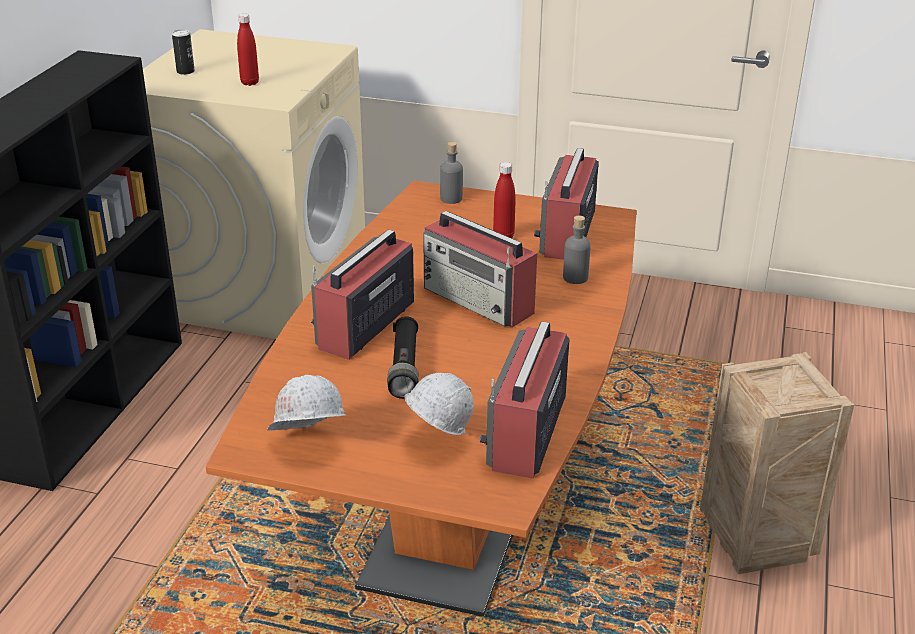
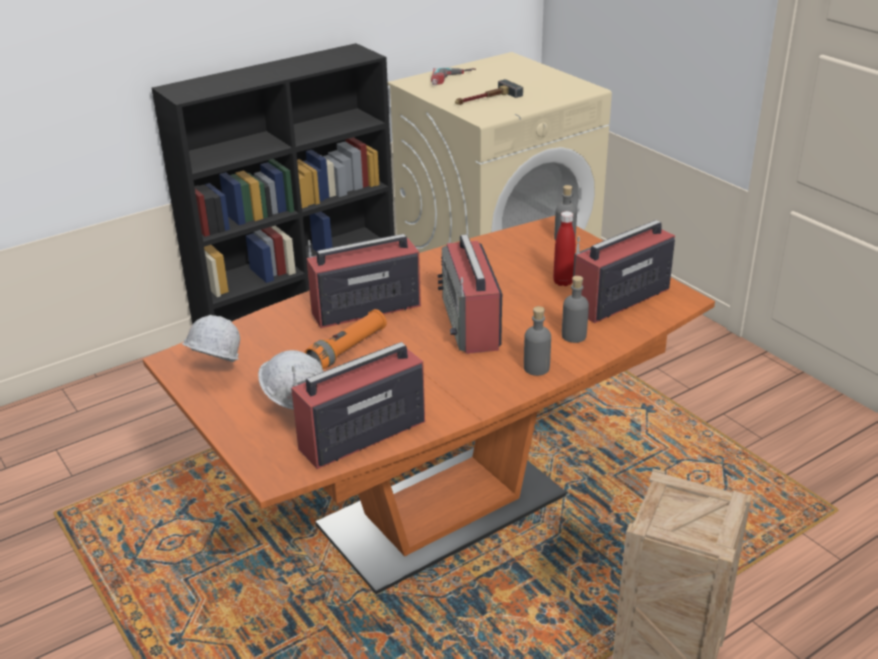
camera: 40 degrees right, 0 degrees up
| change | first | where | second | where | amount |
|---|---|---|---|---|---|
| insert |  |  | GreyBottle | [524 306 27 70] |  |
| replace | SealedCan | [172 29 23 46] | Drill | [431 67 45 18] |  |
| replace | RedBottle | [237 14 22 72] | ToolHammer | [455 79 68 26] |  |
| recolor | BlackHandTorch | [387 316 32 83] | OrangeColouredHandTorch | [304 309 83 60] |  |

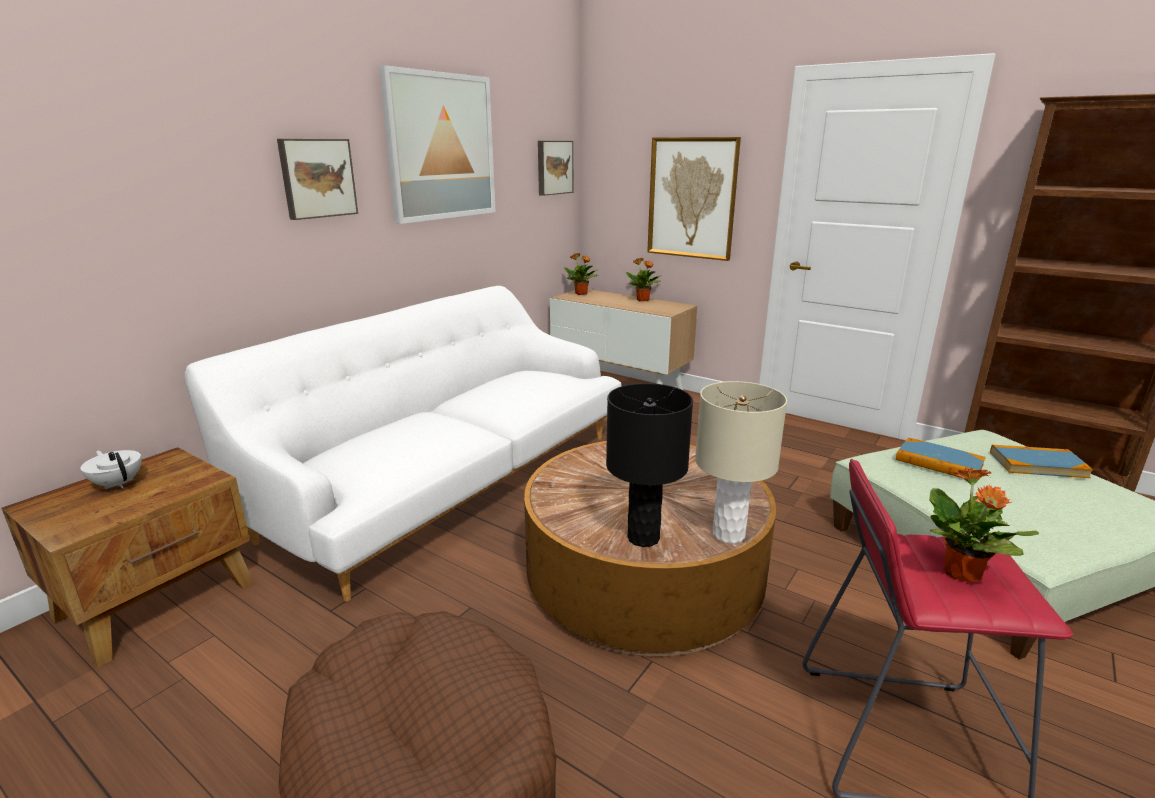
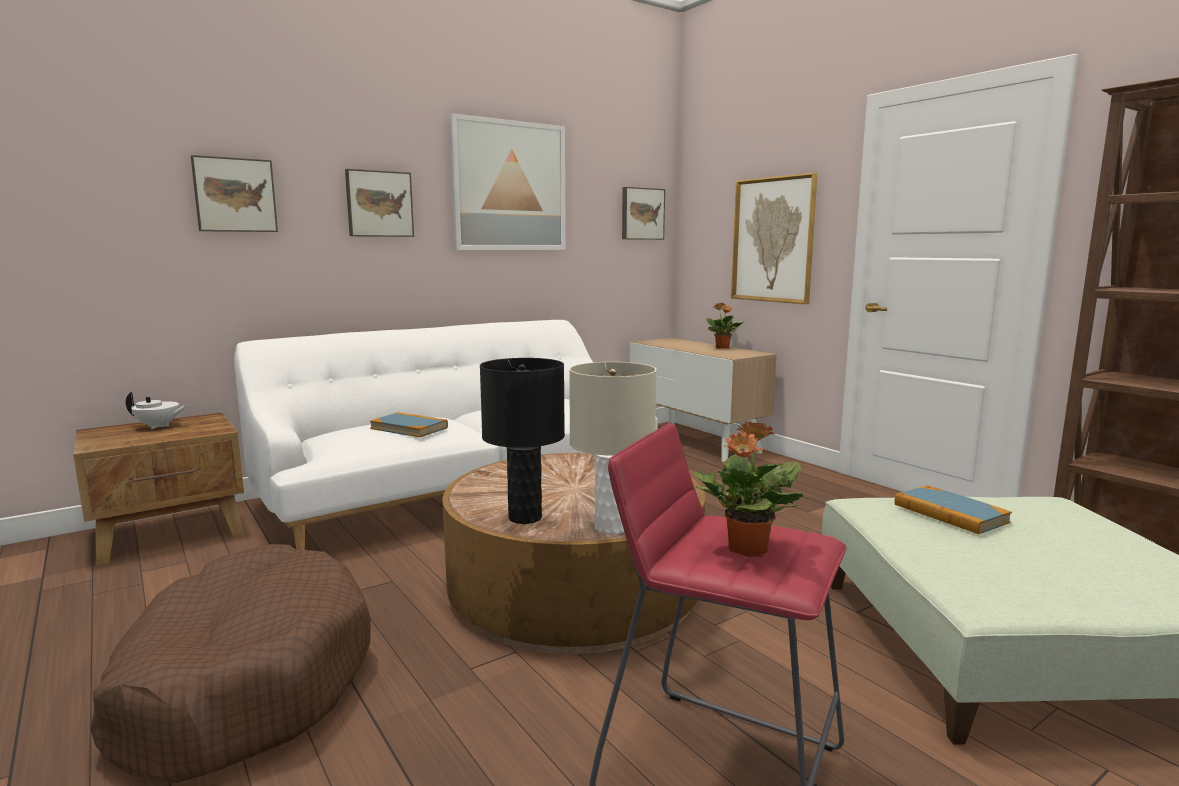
camera: 20 degrees right, 10 degrees down
| change | first | where | second | where | amount |
|---|---|---|---|---|---|
| delete | Houseplant | [564 253 35 42] |  |  |  |
| insert |  |  | WallArt | [191 155 87 77] |  |
| move | Volume | [990 445 103 33] |  | [370 412 78 25] |  |
| rotate | WhiteColouredTeapot | [81 450 60 39] |  | [126 392 62 37] | 120 degrees clockwise |

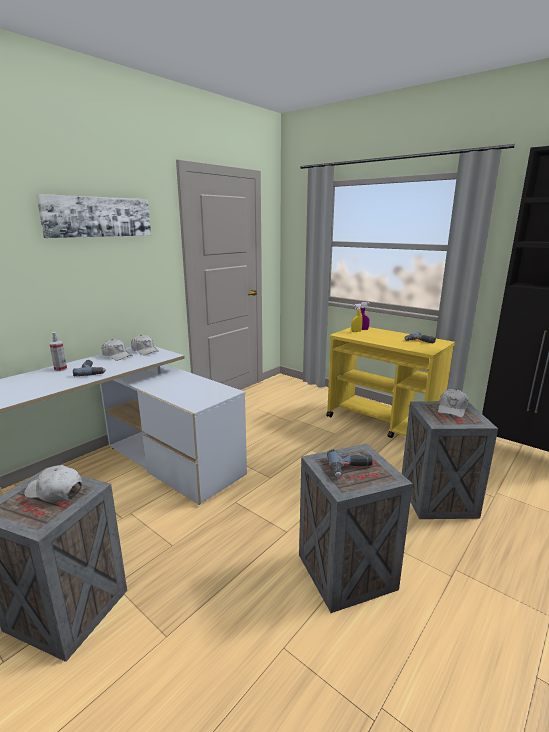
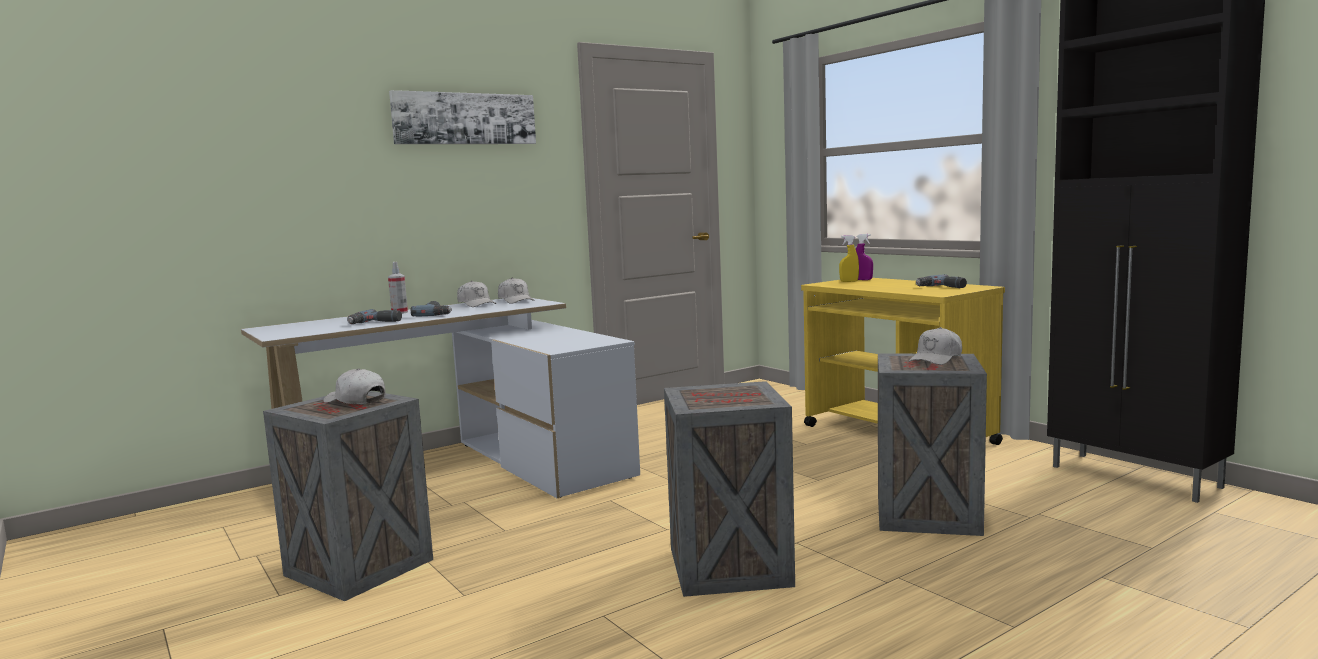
camera: 15 degrees right, 10 degrees down
| change | first | where | second | where | amount |
|---|---|---|---|---|---|
| move | Drill | [327 449 46 29] |  | [347 309 55 15] |  |

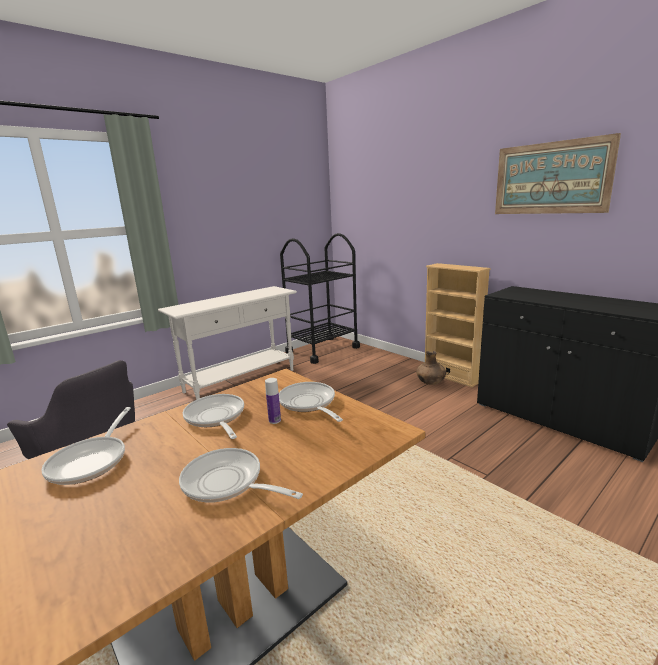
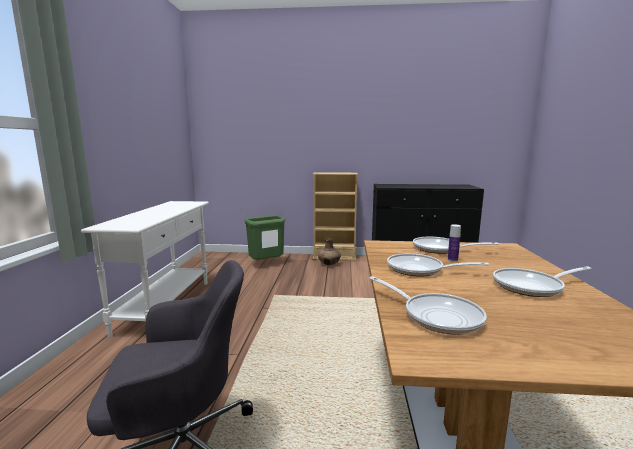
camera: 45 degrees left, 5 degrees down
| change | first | where | second | where | amount |
|---|---|---|---|---|---|
| delete | BlackTrolley | [280 233 80 131] |  |  |  |
| delete | WallArt | [495 133 126 81] |  |  |  |
| insert |  |  | GreenWasteBin | [244 215 42 45] |  |

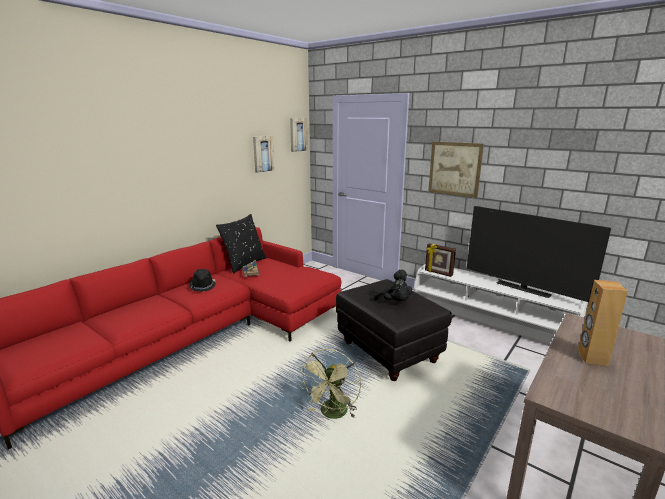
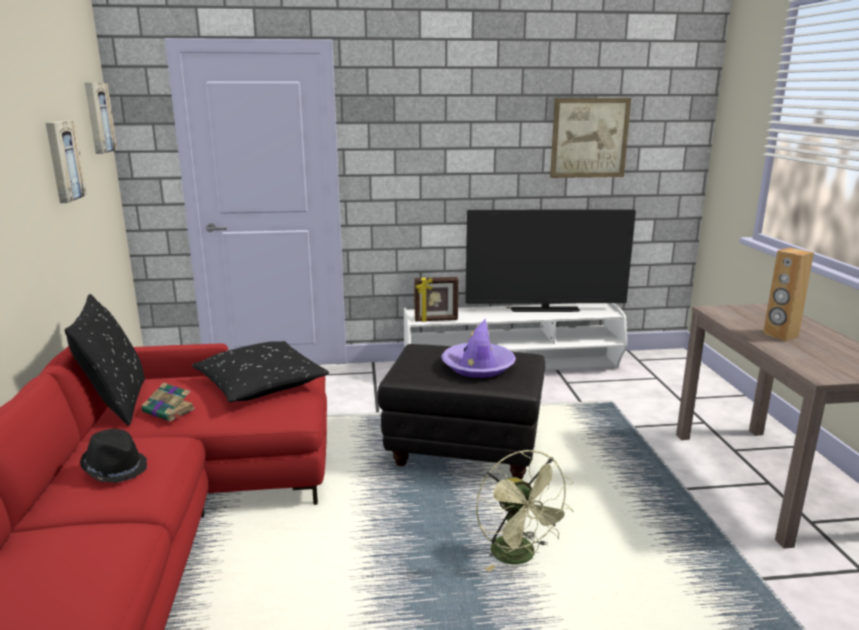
camera: 45 degrees left, 0 degrees up
| change | first | where | second | where | amount |
|---|---|---|---|---|---|
| insert |  |  | BlackThrowPillow | [192 341 137 61] |  |
| move | WallArt | [428 141 56 57] |  | [550 98 81 80] |  |
| replace | BlackCuddlyToy | [374 270 38 31] | PurplishClothingHat | [441 319 75 59] |  |

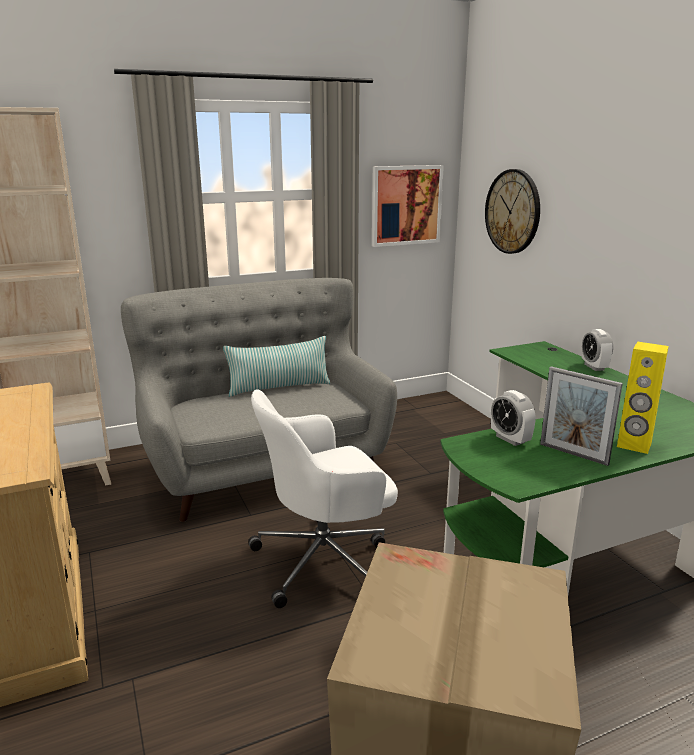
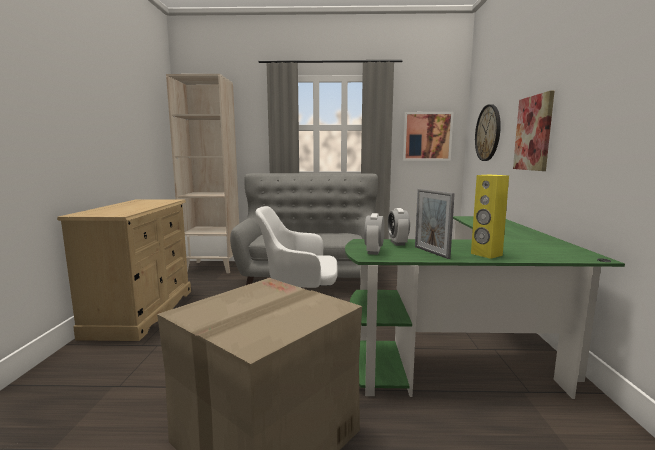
camera: 25 degrees right, 10 degrees down
| change | first | where | second | where | amount |
|---|---|---|---|---|---|
| delete | ThrowPillow | [223 336 107 61] |  |  |  |
| insert |  |  | WallArt | [513 91 41 80] |  |
| move | BedsideClock | [582 329 31 42] |  | [364 213 20 42] |  |

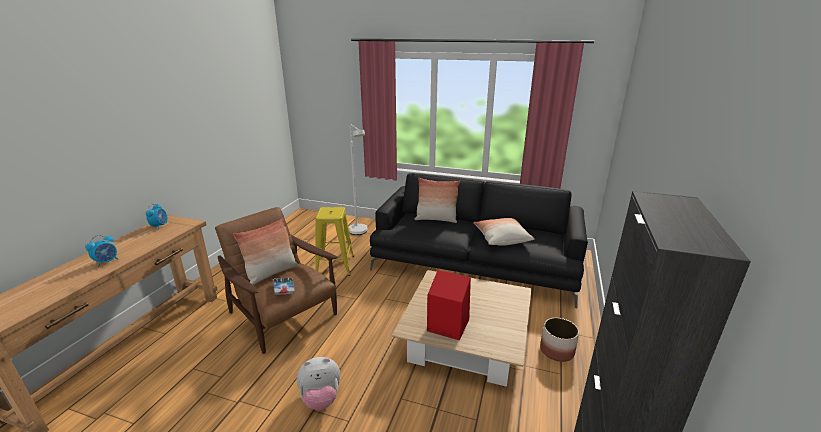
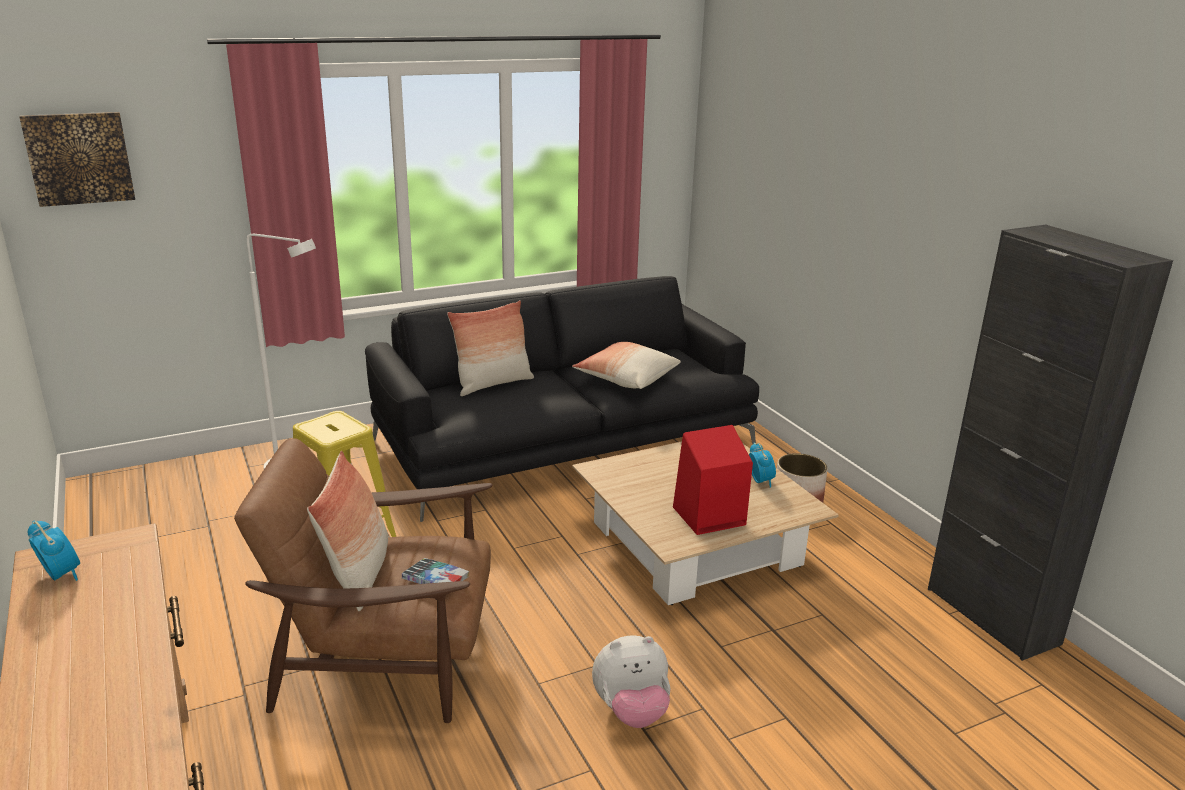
camera: 45 degrees left, 0 degrees up
| change | first | where | second | where | amount |
|---|---|---|---|---|---|
| insert |  |  | WallArt | [20 112 115 95] |  |
| move | BedsideClock | [85 235 33 32] |  | [749 442 27 46] |  |
| rotate | CuddlyToy | [297 357 43 53] |  | [592 635 78 93] | 45 degrees clockwise |

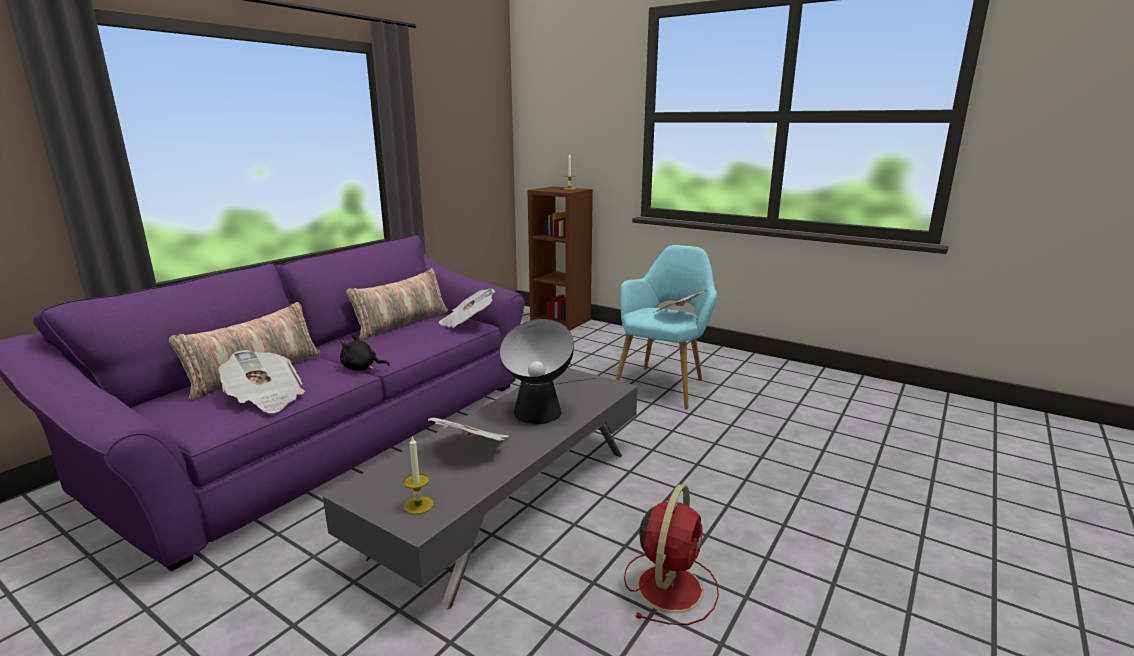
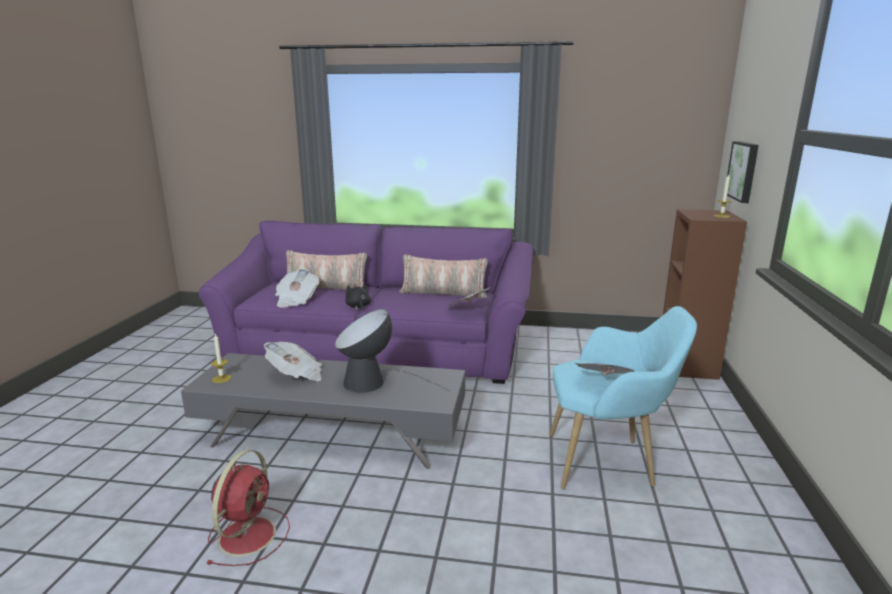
camera: 65 degrees right, 0 degrees up
| change | first | where | second | where | amount |
|---|---|---|---|---|---|
| insert |  |  | WallArt | [727 141 32 62] |  |
| rotate | RedCoolingFan | [624 484 95 141] |  | [206 450 84 116] | 75 degrees counterclockwise |

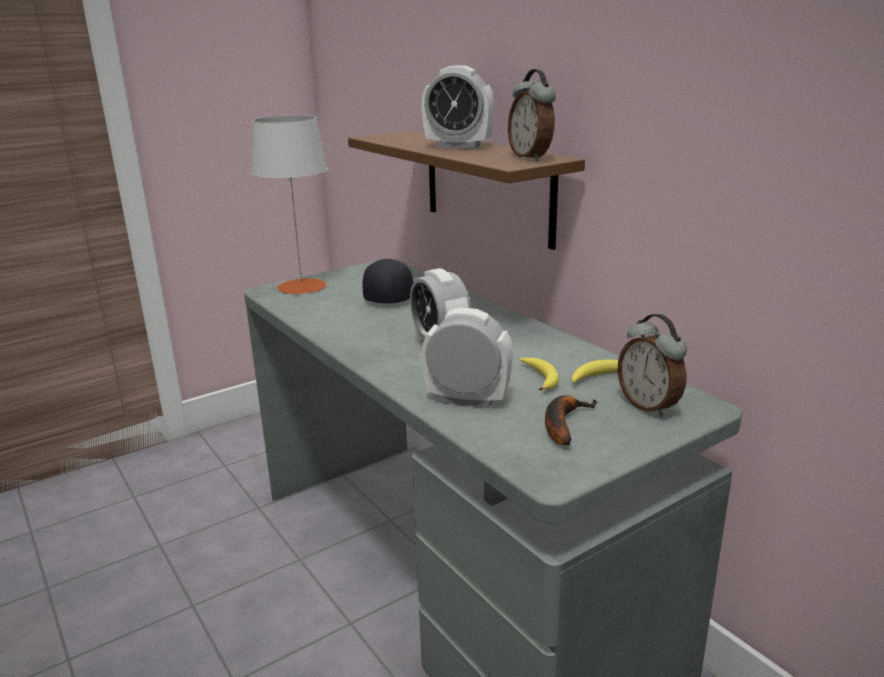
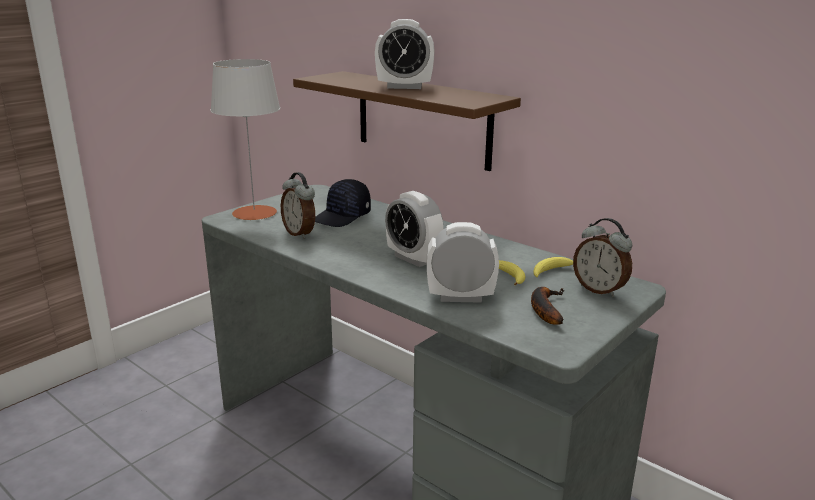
camera: 15 degrees left, 0 degrees up
| change | first | where | second | where | amount |
|---|---|---|---|---|---|
| move | BedsideClock | [508 69 48 92] |  | [281 172 34 67] |  |
| rotate | BlackPeakedCap | [362 259 51 45] |  | [315 179 56 48] | 150 degrees counterclockwise |

